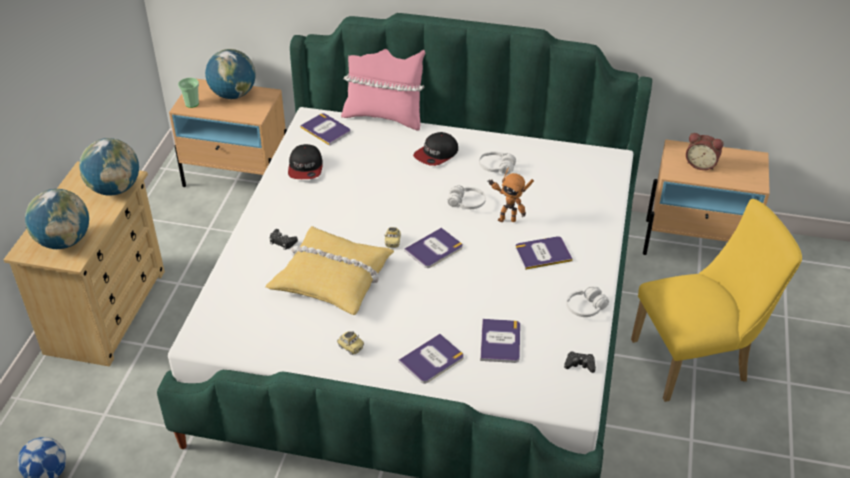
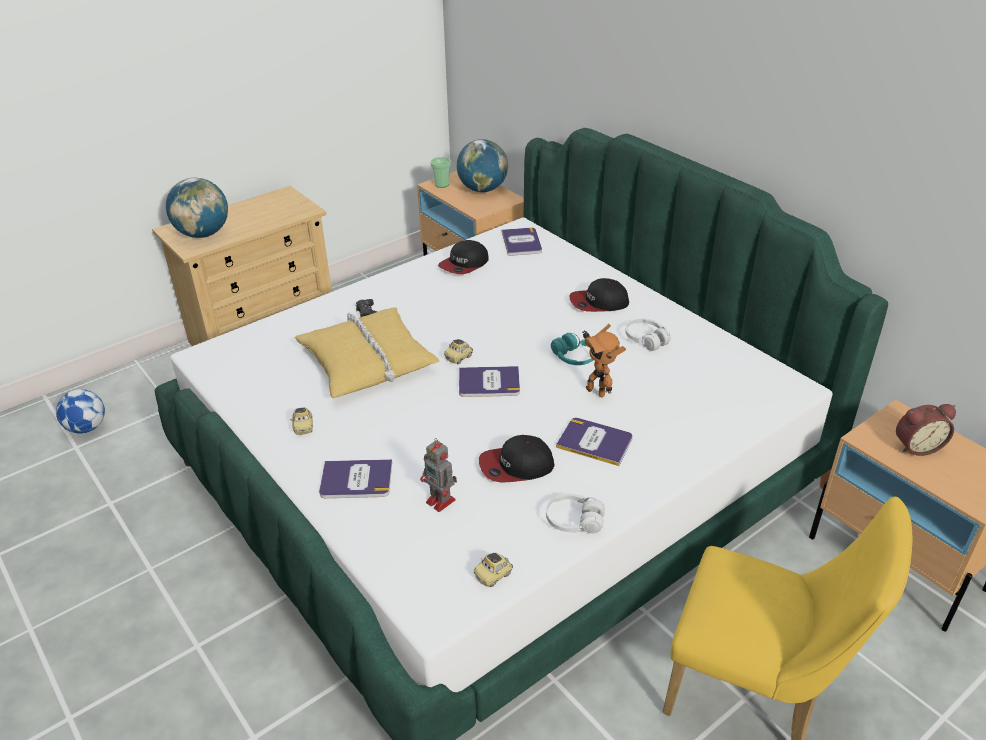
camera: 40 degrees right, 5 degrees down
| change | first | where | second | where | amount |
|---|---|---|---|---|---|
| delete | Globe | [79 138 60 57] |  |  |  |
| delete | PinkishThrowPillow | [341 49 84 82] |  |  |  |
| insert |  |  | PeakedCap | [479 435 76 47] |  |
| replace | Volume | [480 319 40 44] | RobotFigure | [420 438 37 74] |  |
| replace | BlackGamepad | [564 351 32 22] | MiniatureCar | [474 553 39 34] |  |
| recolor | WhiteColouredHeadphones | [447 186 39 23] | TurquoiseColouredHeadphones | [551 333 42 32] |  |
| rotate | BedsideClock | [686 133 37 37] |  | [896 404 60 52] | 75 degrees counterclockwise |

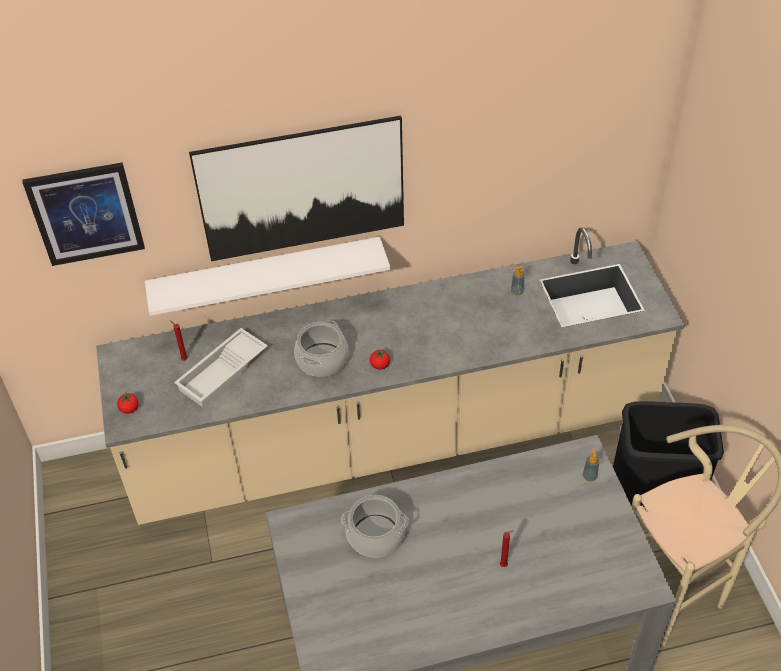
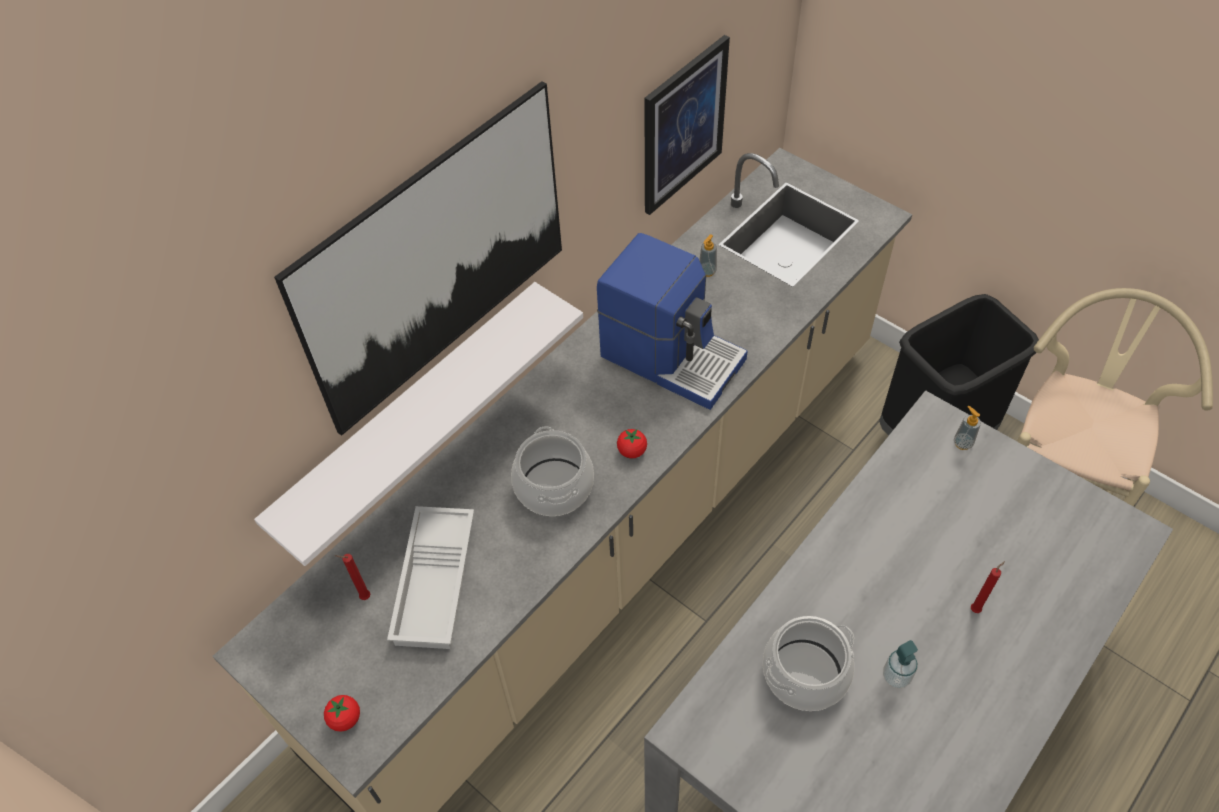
camera: 35 degrees left, 5 degrees up
| change | first | where | second | where | amount |
|---|---|---|---|---|---|
| insert |  |  | CoffeeMaker | [597 233 151 177] |  |
| insert |  |  | SoapDispenser | [883 640 35 49] |  |
| move | WallArt | [22 162 123 104] |  | [644 35 86 180] |  |

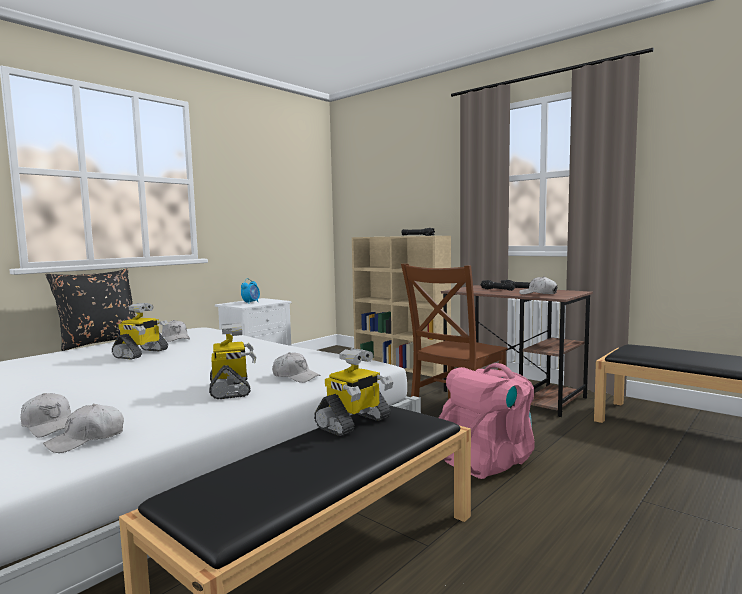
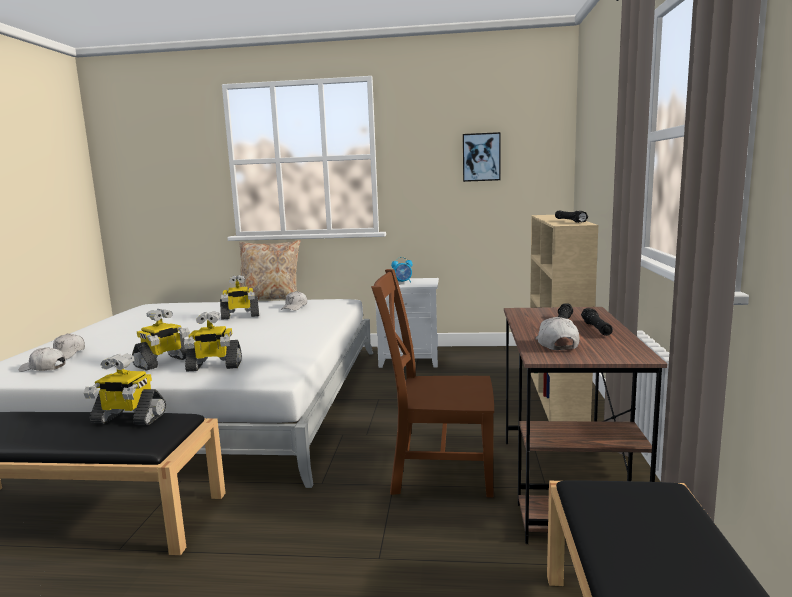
camera: 55 degrees right, 5 degrees up
| change | first | where | second | where | amount |
|---|---|---|---|---|---|
| delete | PinkishKnapsack | [439 363 96 116] |  |  |  |
| insert |  |  | WallArt | [463 132 38 50] |  |
| replace | WhiteColouredPeakedCap | [272 352 49 31] | RobotFigure | [184 311 58 61] |  |
| recolor | BlackThrowPillow | [46 269 90 82] | BeigeThrowPillow | [239 240 61 60] |  |

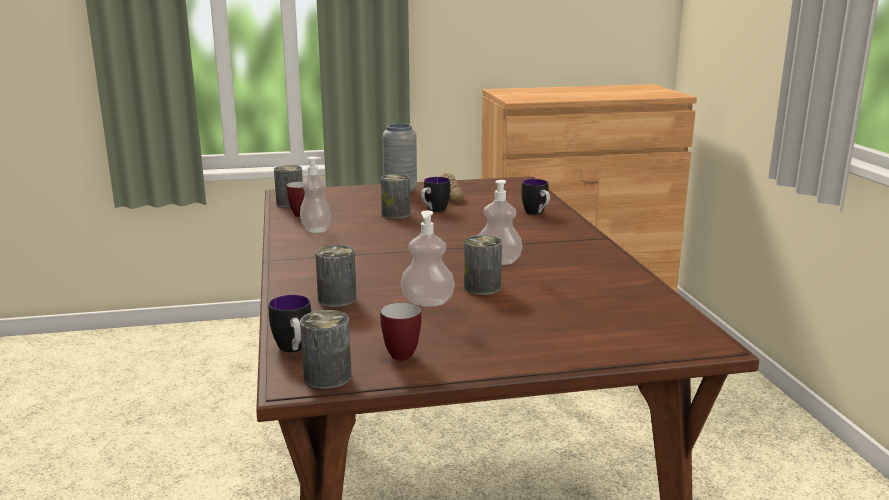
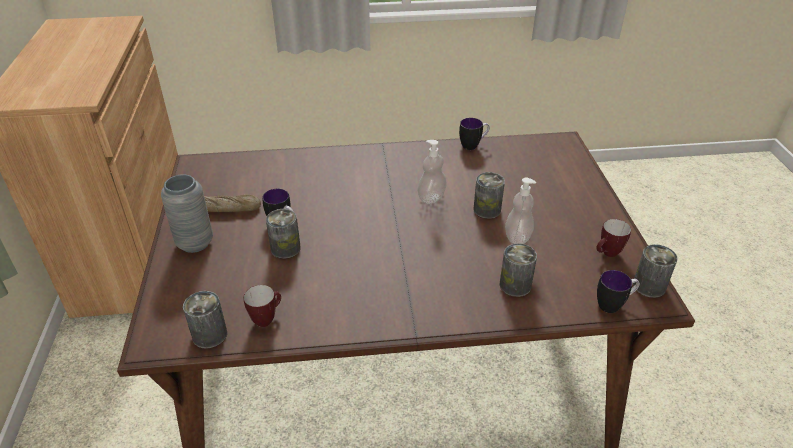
camera: 85 degrees left, 20 degrees up
| change | first | where | second | where | amount |
|---|---|---|---|---|---|
| delete | SoapDispenser | [300 157 31 76] |  |  |  |
| move | CoffeeMug | [521 179 29 36] |  | [459 118 31 32] |  |

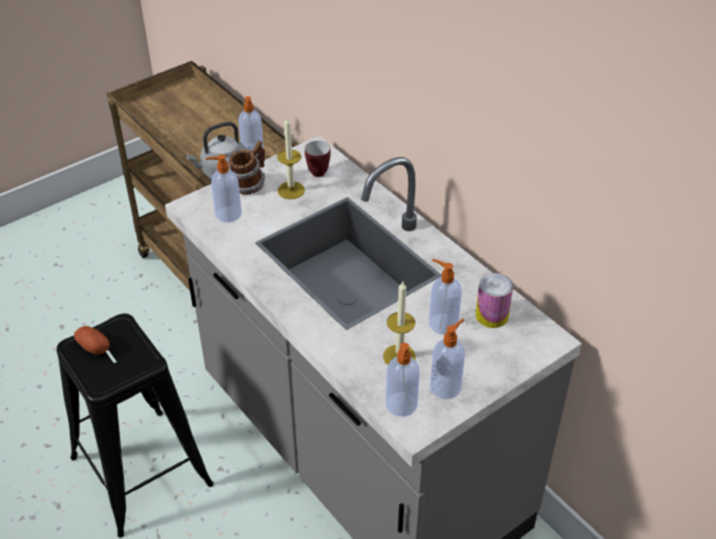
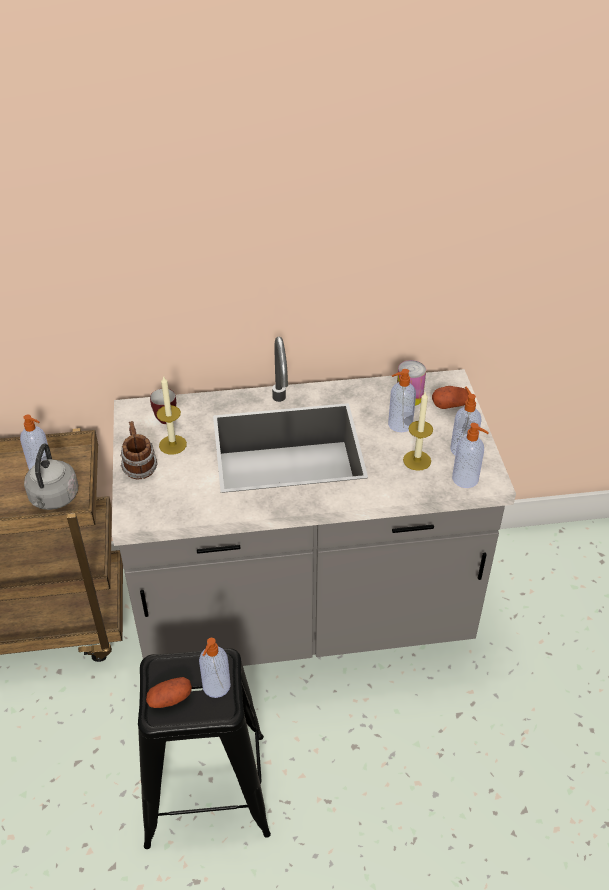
camera: 60 degrees left, 0 degrees up
| change | first | where | second | where | amount |
|---|---|---|---|---|---|
| insert |  |  | Potato | [432 386 36 23] |  |
| move | SoapDispenser | [205 155 37 68] |  | [199 638 32 60] |  |

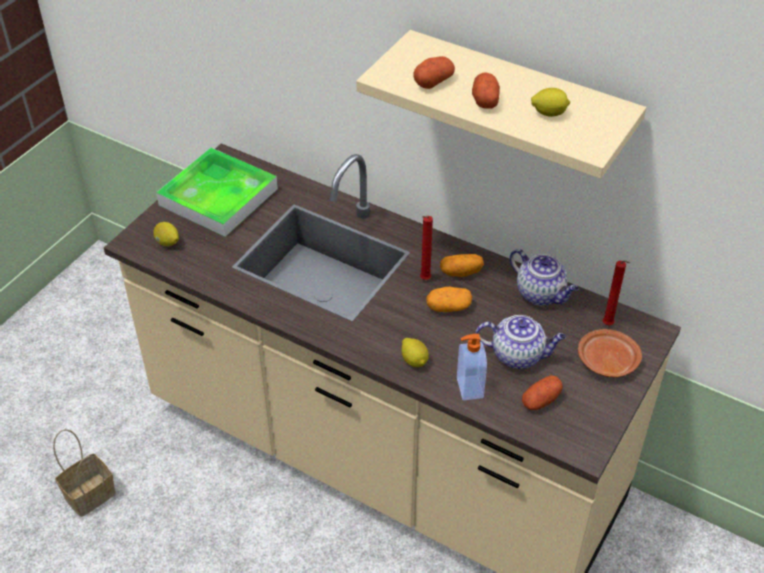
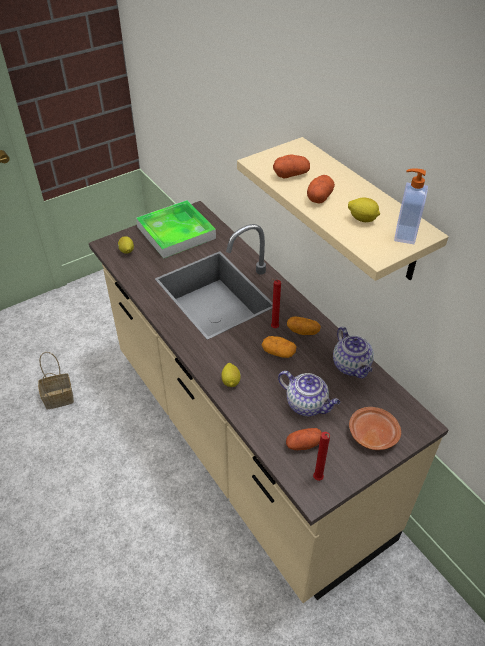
camera: 25 degrees right, 0 degrees up
| change | first | where | second | where | amount |
|---|---|---|---|---|---|
| move | SoapDispenser | [457 334 30 67] |  | [394 168 34 76] |  |
| move | RedWaxLight | [603 260 27 65] |  | [313 432 17 49] |  |

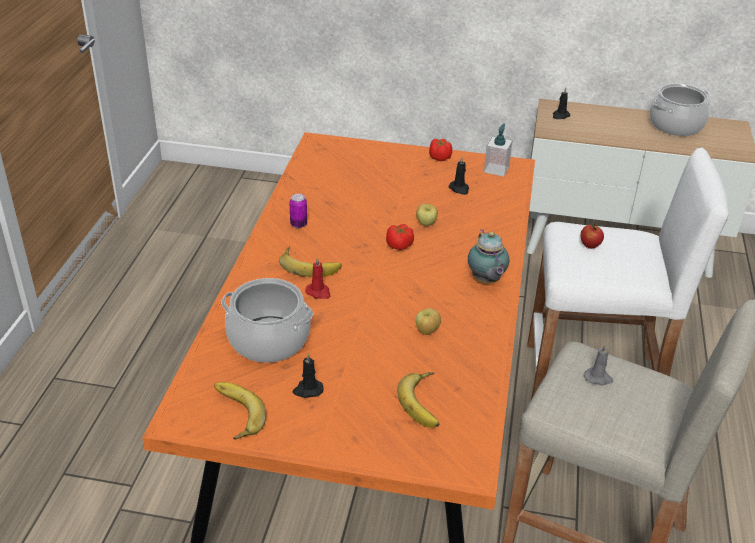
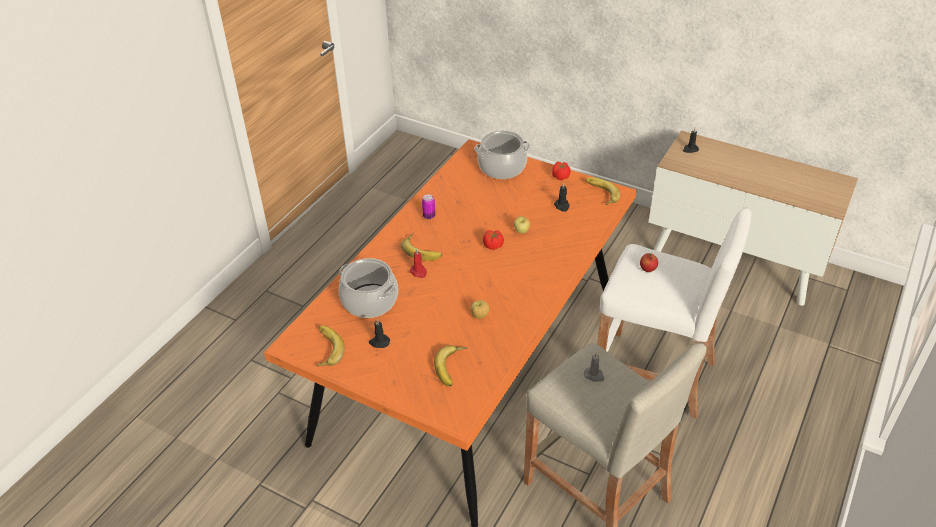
camera: 20 degrees right, 5 degrees up
| change | first | where | second | where | amount |
|---|---|---|---|---|---|
| delete | Teapot | [468 229 41 54] |  |  |  |
| move | Stockpot | [650 83 59 53] |  | [475 130 55 49] |  |
| replace | SoapDispenser | [484 124 29 53] | Banana | [585 177 35 28] |  |

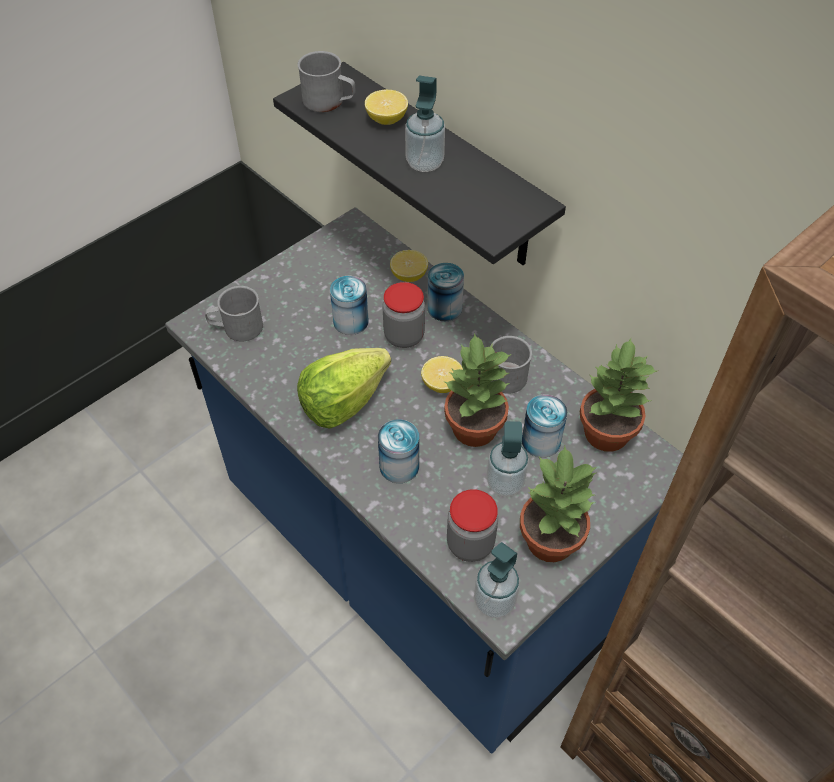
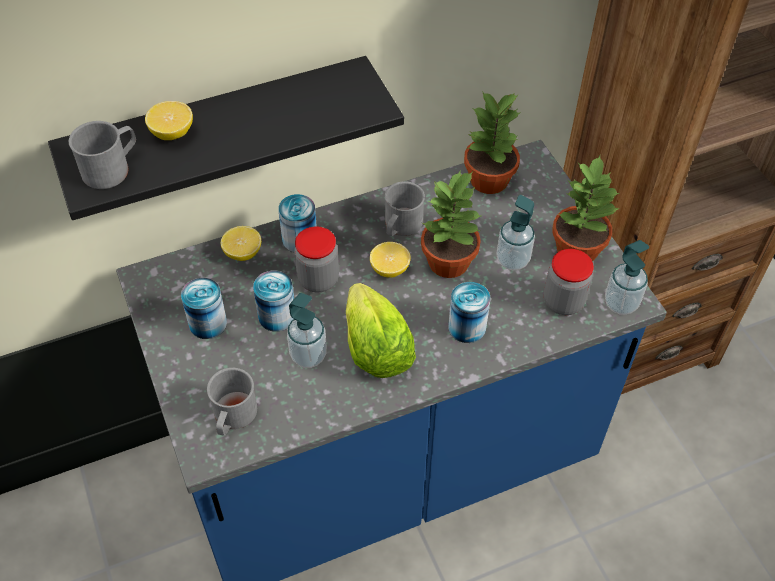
camera: 70 degrees left, 0 degrees up
| change | first | where | second | where | amount |
|---|---|---|---|---|---|
| move | SoapDispenser | [405 76 40 96] |  | [287 293 40 75] |  |
| move | SealedCan | [522 394 45 64] |  | [181 278 46 61] |  |

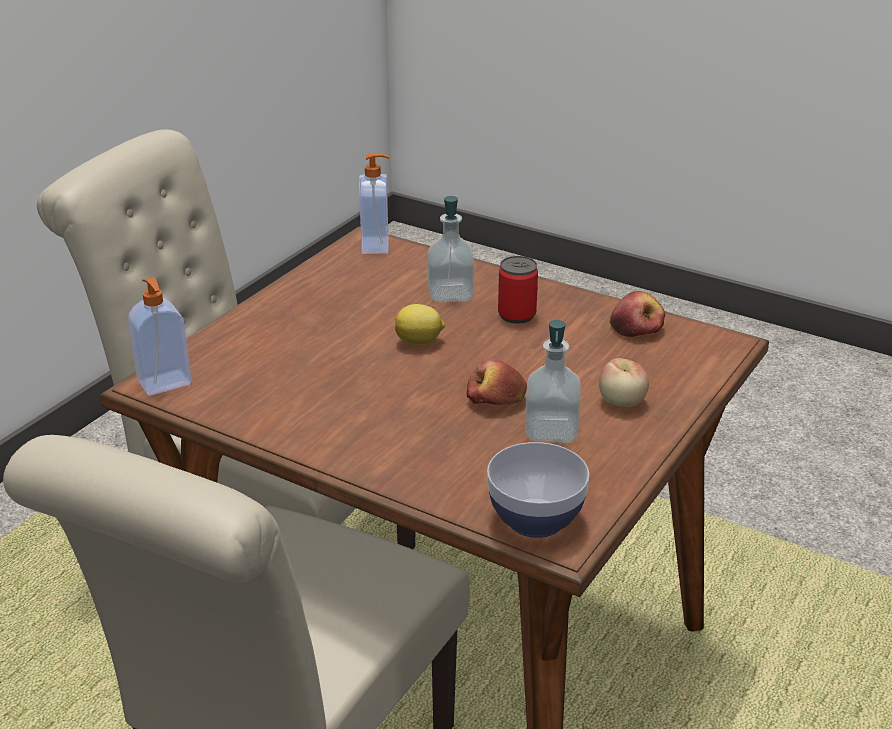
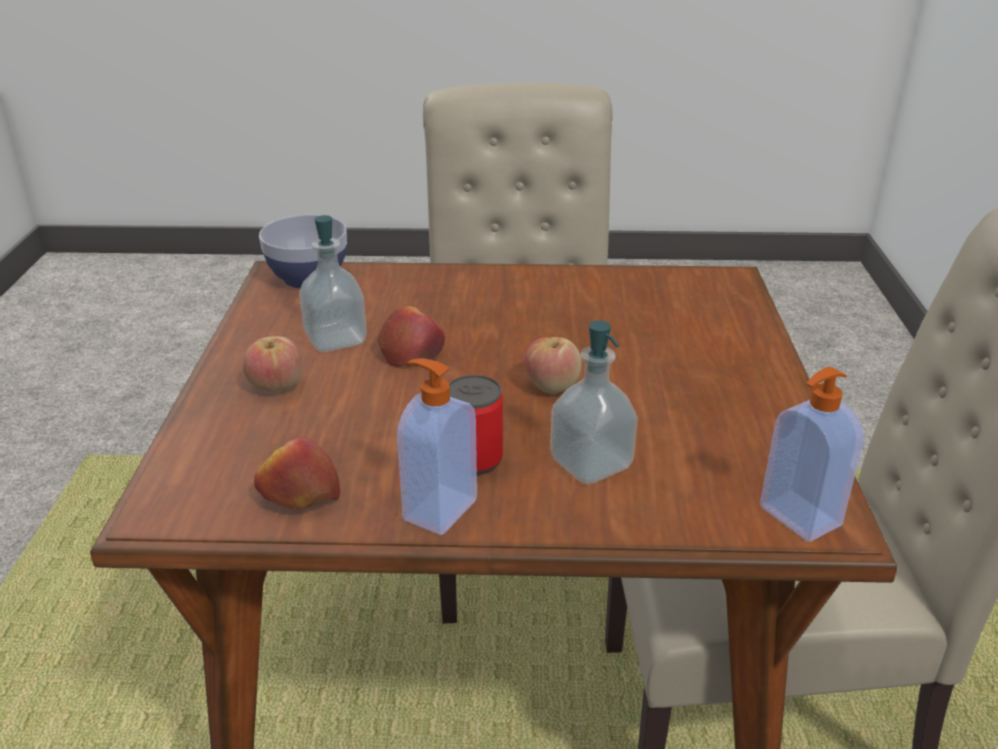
camera: 150 degrees right, 0 degrees up
| change | first | where | second | where | amount |
|---|---|---|---|---|---|
| move | SoapDispenser | [128 277 64 119] |  | [397 358 80 177] |  |
| replace | WholeLemon | [395 304 50 41] | WholeApple | [524 337 57 57] |  |

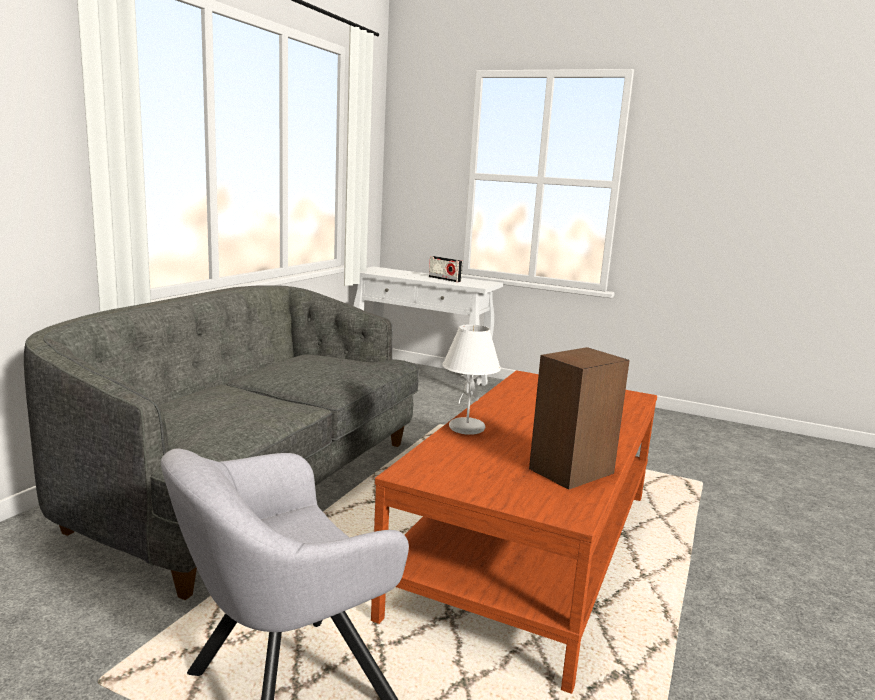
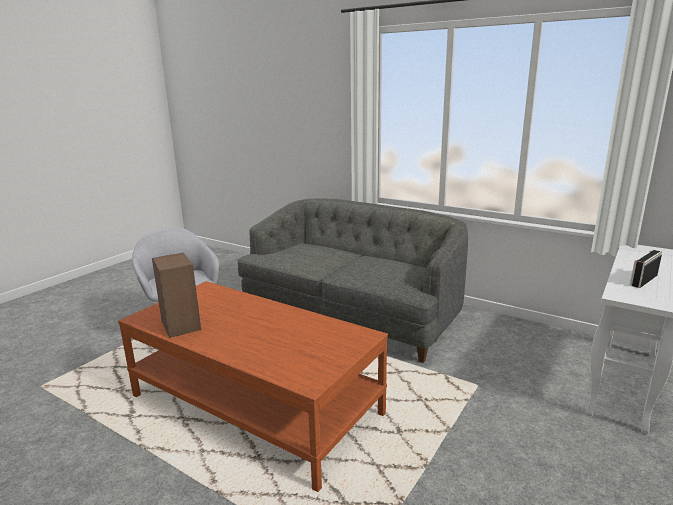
camera: 100 degrees right, 5 degrees up
| change | first | where | second | where | amount |
|---|---|---|---|---|---|
| delete | WhiteColouredLampForATable | [442 324 59 111] |  |  |  |

